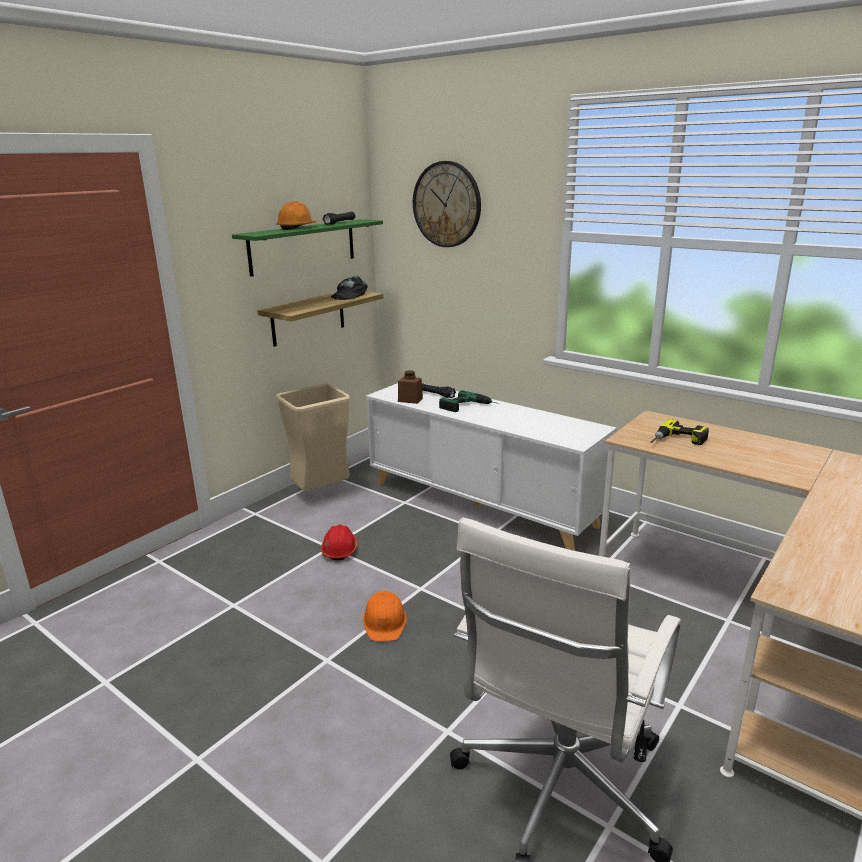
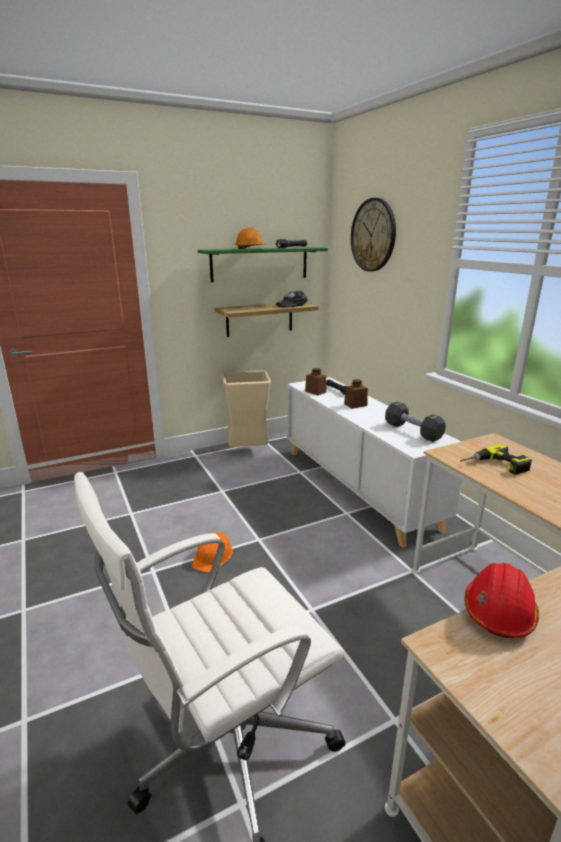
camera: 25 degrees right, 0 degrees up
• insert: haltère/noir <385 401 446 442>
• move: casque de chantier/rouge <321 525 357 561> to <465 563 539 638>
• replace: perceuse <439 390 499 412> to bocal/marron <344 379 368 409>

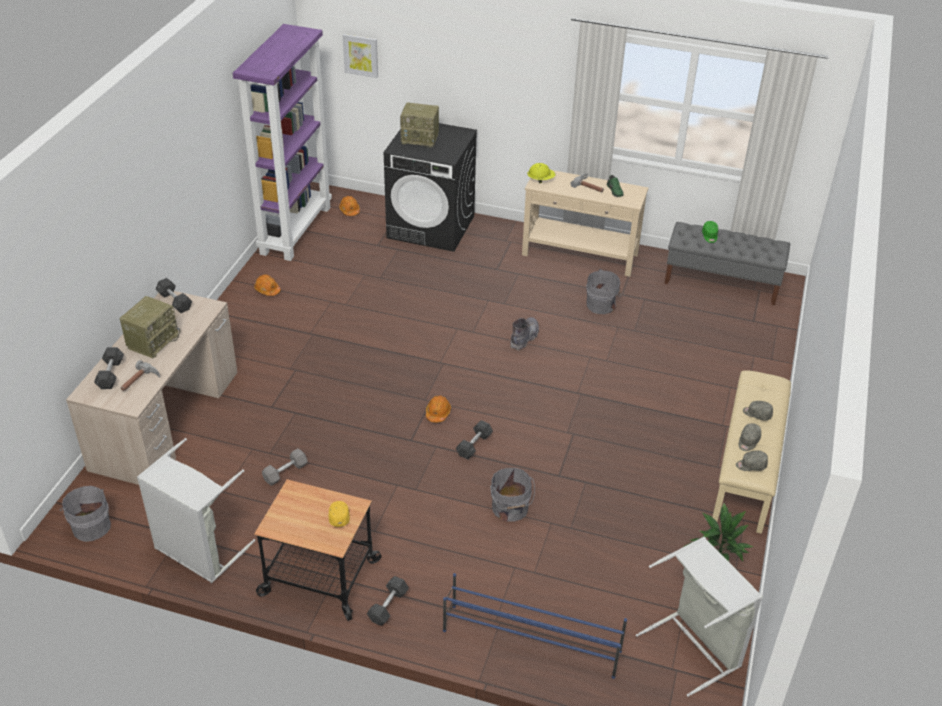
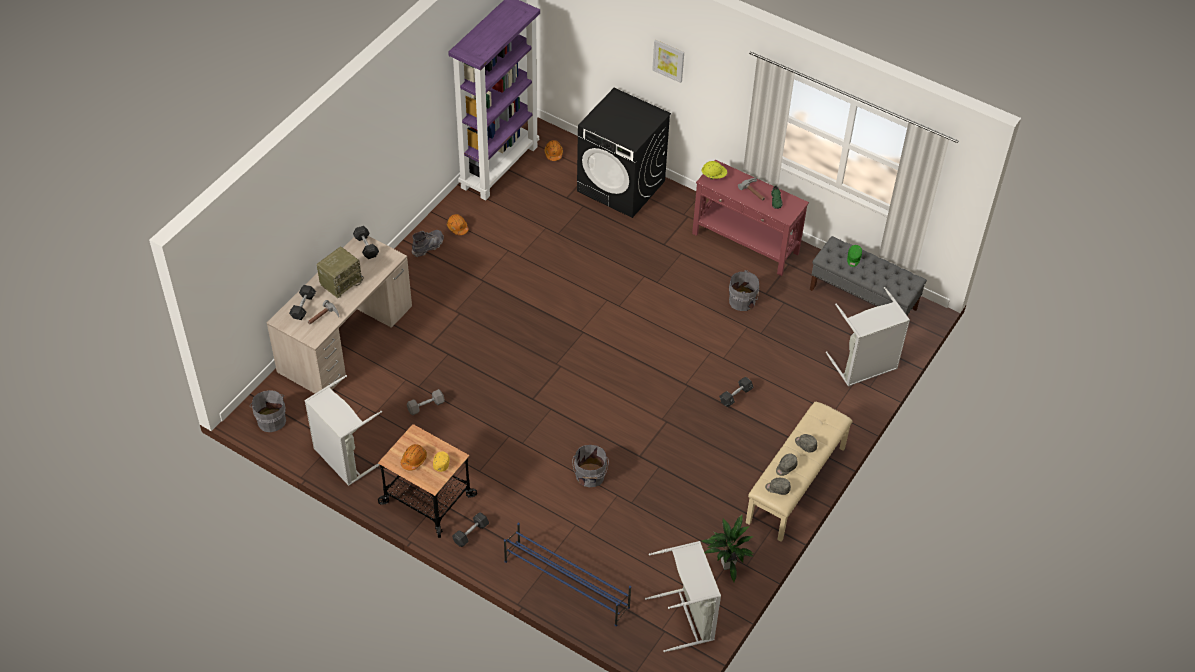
camera: 15 degrees right, 10 degrees up
• delete: radio <400 102 439 148>
• insert: panier à linge/gris <826 287 910 387>
• move: tableau <343 34 378 78> to <652 40 684 83>
• move: casque de chantier/orange <426 395 451 423> to <401 444 427 471>
• move: haltère/gris <456 420 493 459> to <719 377 754 407>
• move: botte/gris <510 317 539 350> to <412 230 444 257>
• recolor: table console/beige <522 170 649 277> to table console/rouge <692 160 809 276>

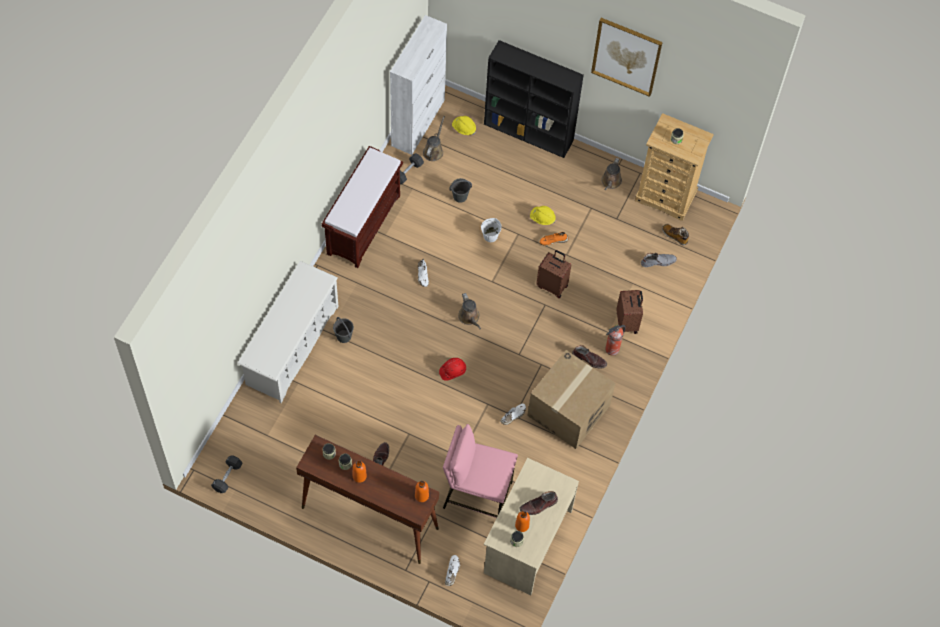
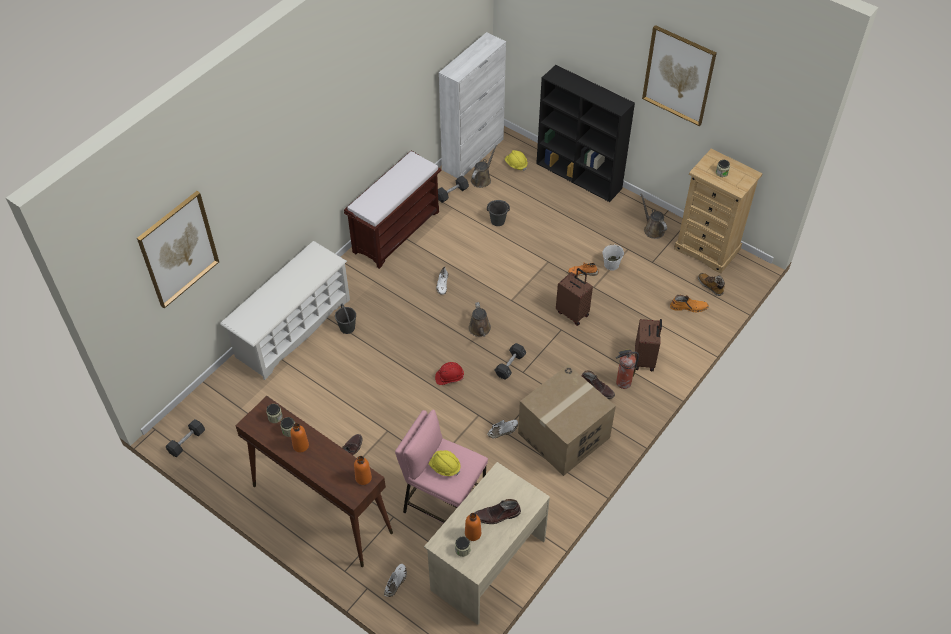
camera: 15 degrees right, 10 degrees down
• insert: tableau <137 191 219 309>
• insert: haltère/noir <495 343 527 379>
• move: seau/blanc <481 218 502 242> to <602 244 624 271>
• move: casque de chantier/jaune <530 206 556 225> to <428 450 461 476>
• recolor: botte/gris <641 253 677 267> to botte/orange <670 295 709 312>
• rotate: arrosoir/marron <601 158 622 190> = <641 193 667 239> 120 degrees clockwise

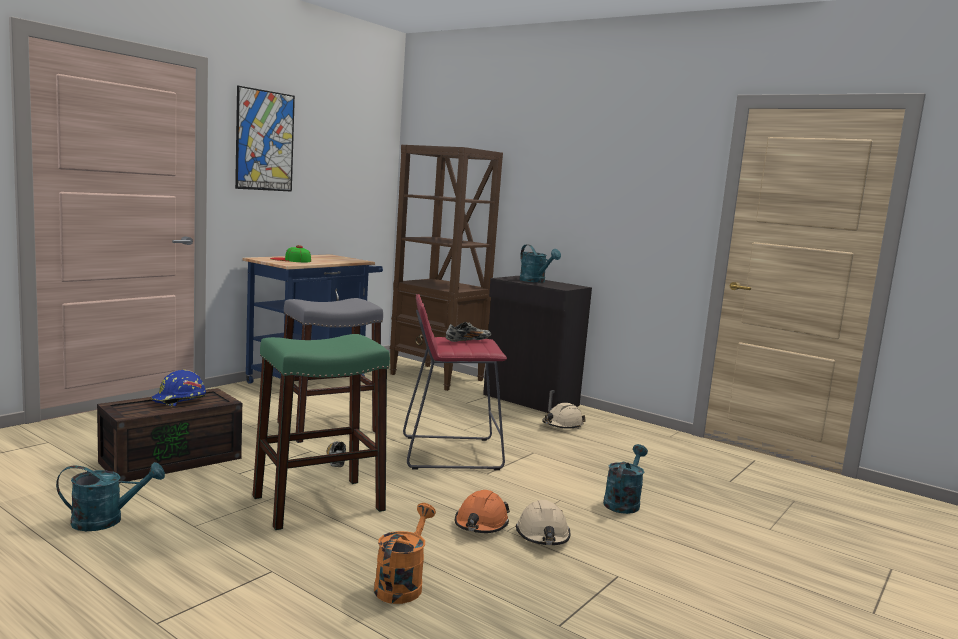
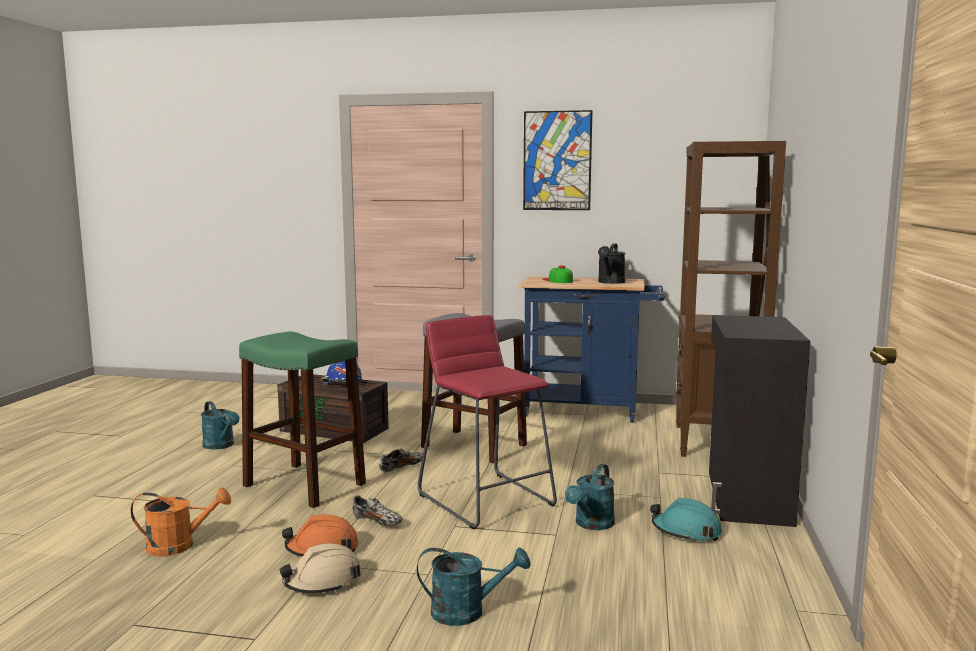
camera: 65 degrees right, 0 degrees up
• insert: arrosoir/noir <598 244 626 284>
• move: chaussure <446 322 491 342> to <352 495 402 526>
• move: arrosoir/turquoise <519 245 561 283> to <565 464 615 530>
• recolor: casque de chantier/beige <542 403 586 428> to casque de chantier/turquoise <650 498 722 542>

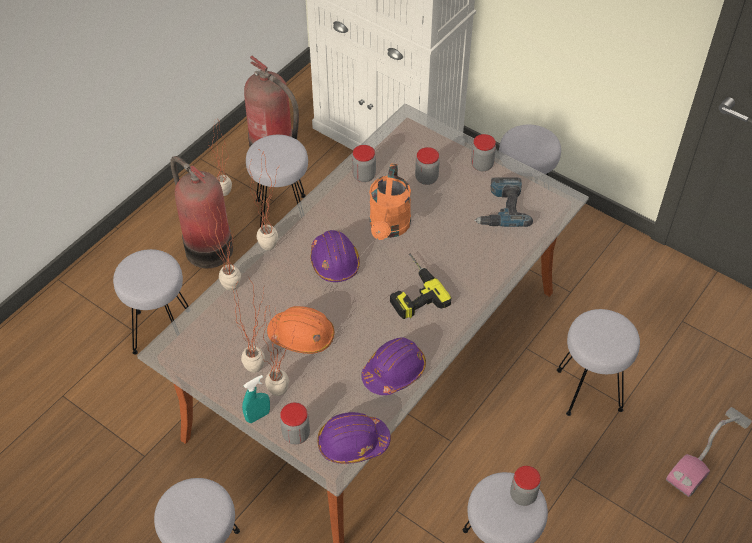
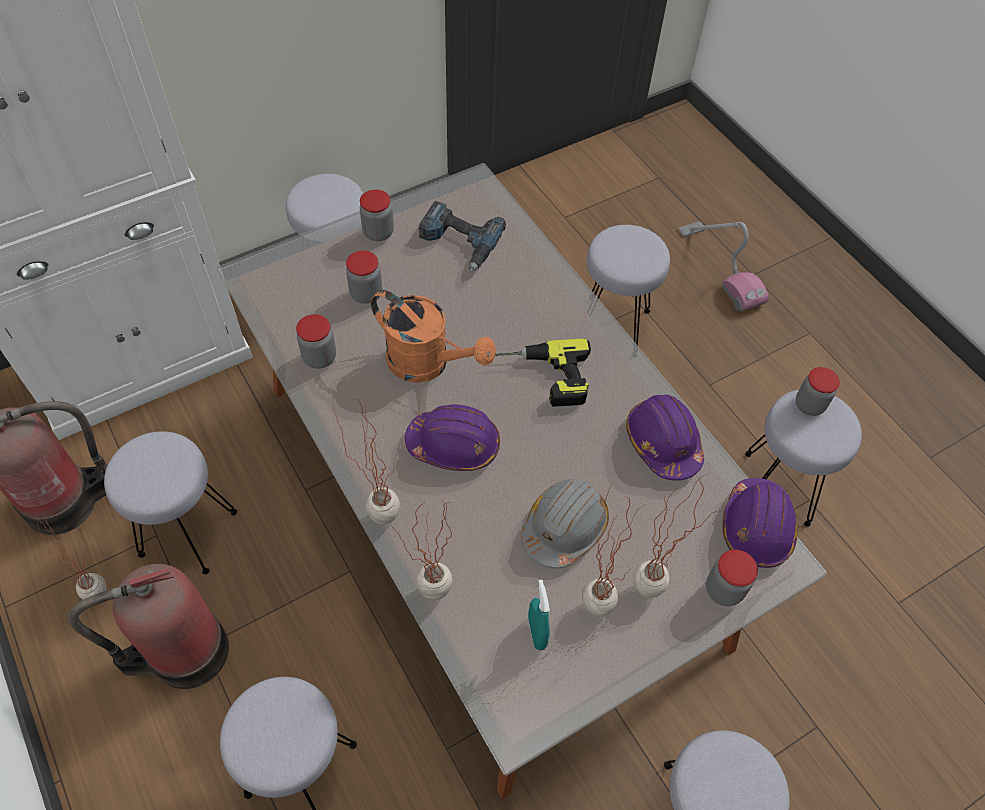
camera: 70 degrees left, 5 degrees up
• move: vaporisateur/turquoise <242 375 270 423> to <528 580 550 650>
• recolor: casque de chantier/orange <267 306 335 354> to casque de chantier/gris <521 479 609 569>

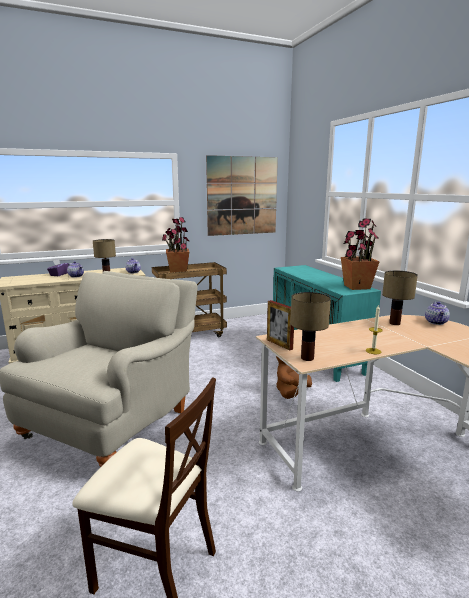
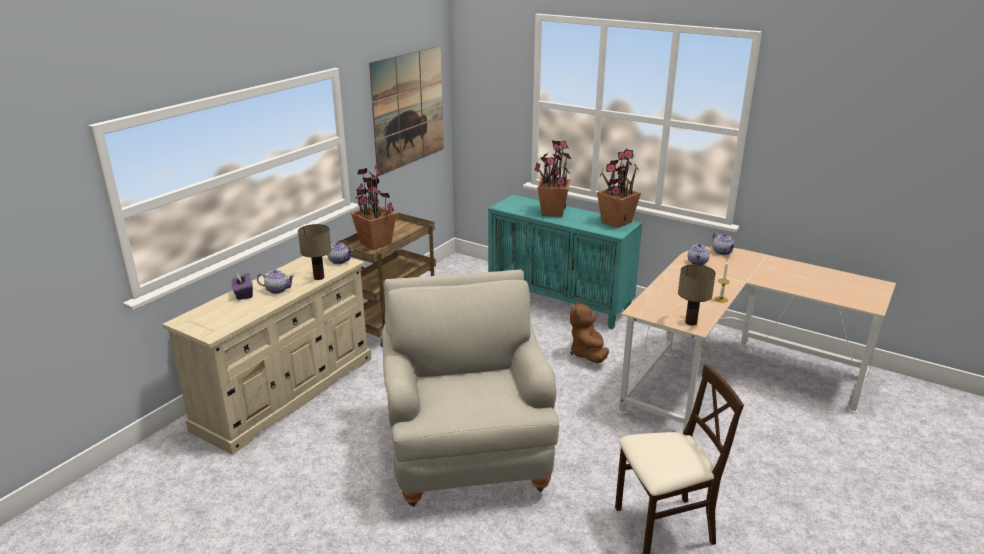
camera: 35 degrees left, 10 degrees up
• delete: cadre photo <267 300 294 350>
• insert: plante en pot <535 140 571 217>
• replace: lampe de table <382 270 418 325> to théière <688 242 710 265>

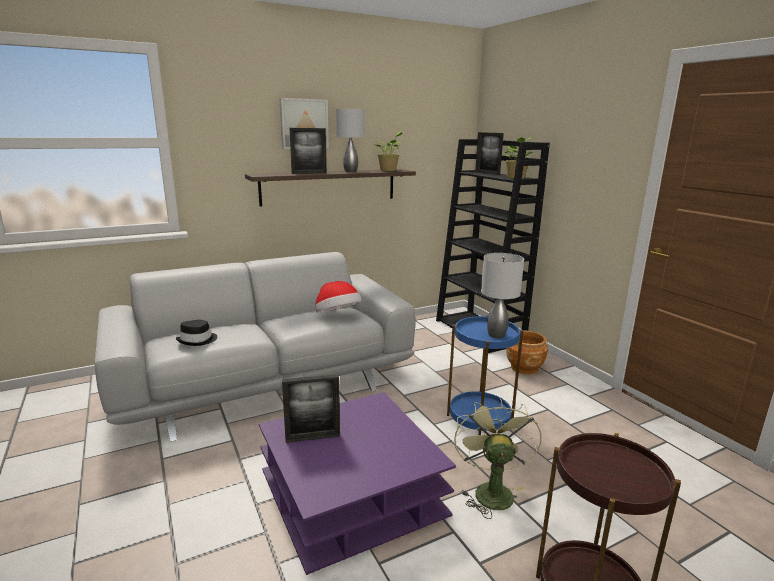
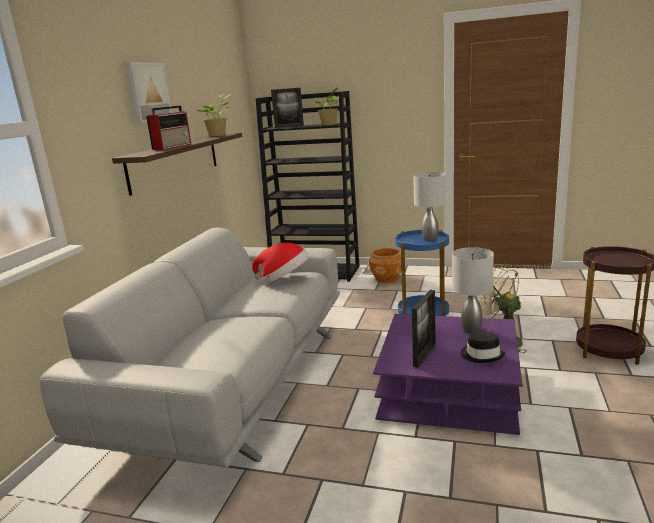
camera: 45 degrees left, 0 degrees up
• move: chapeau/noir <176 320 217 346> to <461 331 505 363>
• move: lampe de table/gris <336 108 365 172> to <452 247 494 334>
• replace: cadre photo <290 128 327 174> to radio <146 105 191 150>

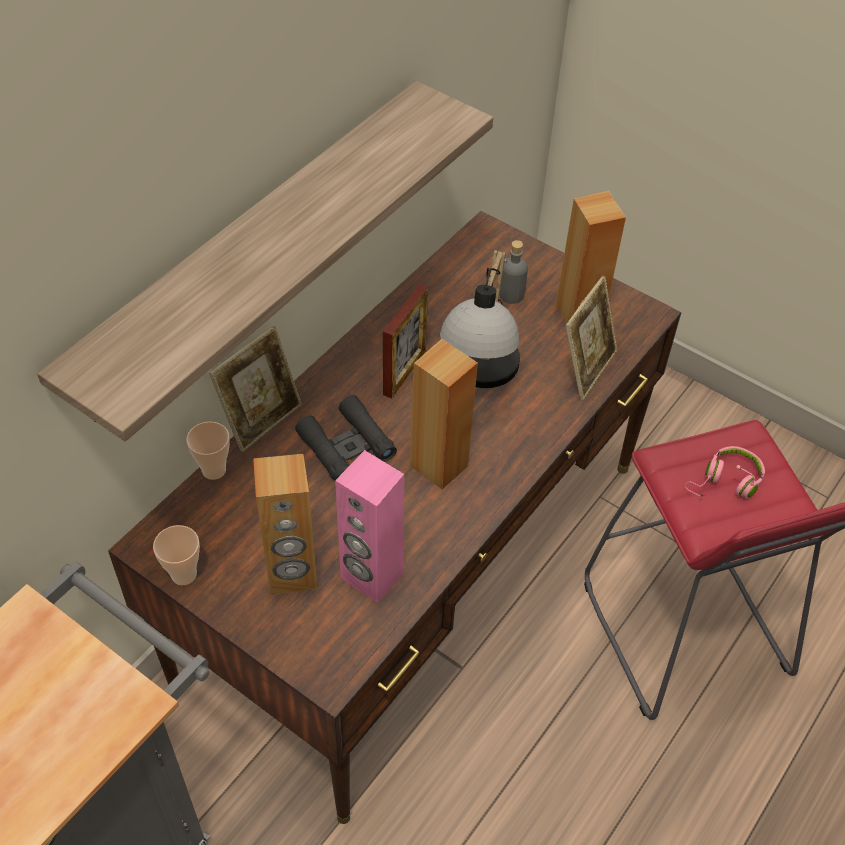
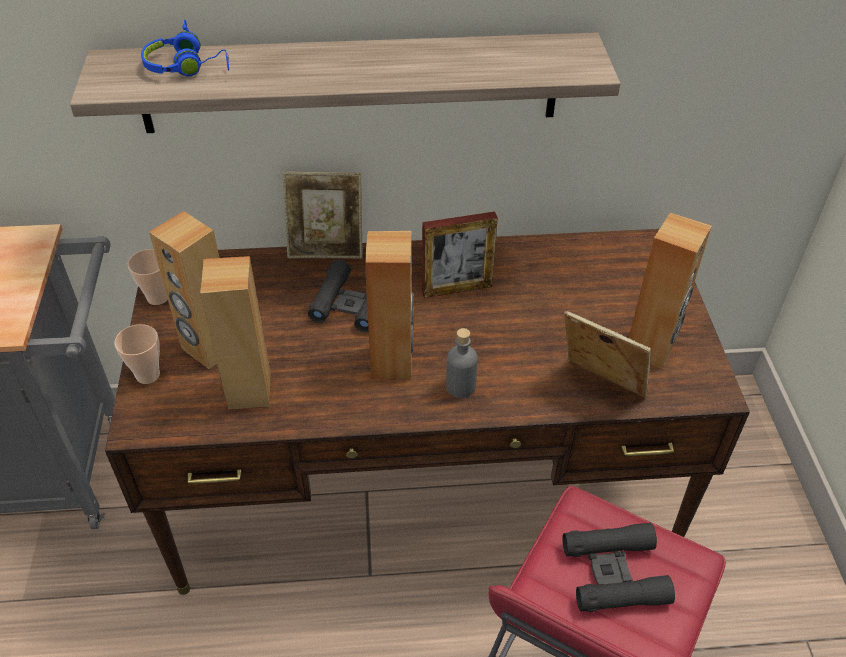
camera: 50 degrees right, 5 degrees down
• delete: lampe de table <440 250 520 388>
• insert: casque audio/bleu <141 20 229 77>
• move: tasse <186 422 230 480> to <114 324 160 384>
• move: bouteille/gris <499 240 528 304> to <446 328 478 398>
• replace: casque audio/rose <685 446 765 498> to jumelles/noir <562 522 675 612>
• recolor: enceinte/rose <335 450 404 603> to enceinte/marron <200 256 270 410>
• rotate: cadre photo <565 276 617 400> = <564 311 651 398> 135 degrees counterclockwise

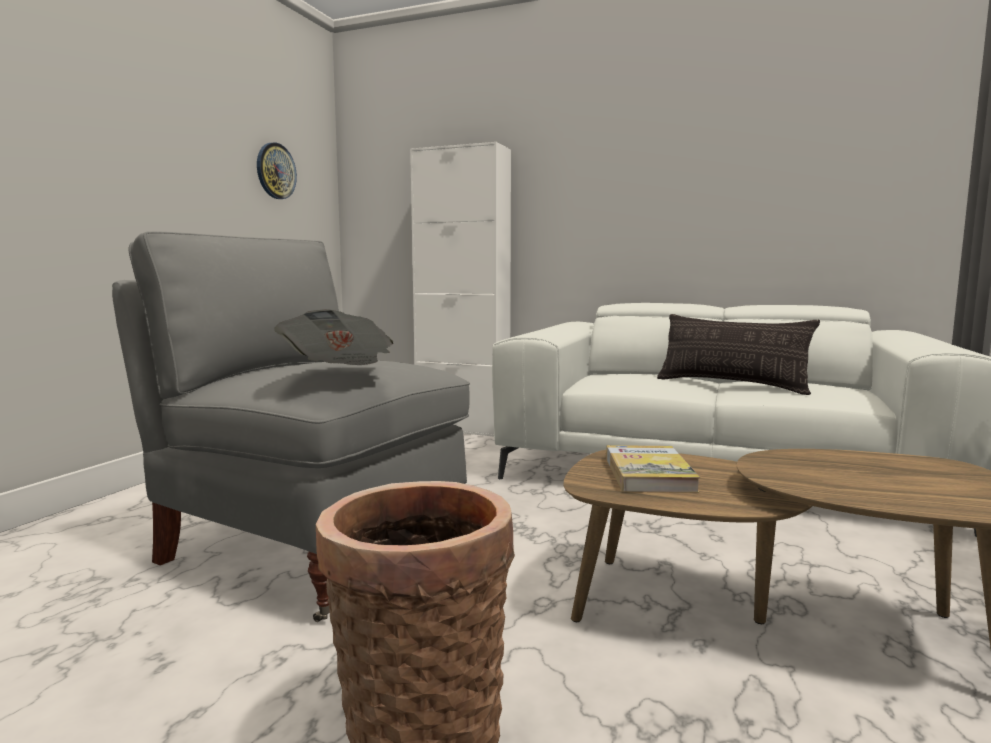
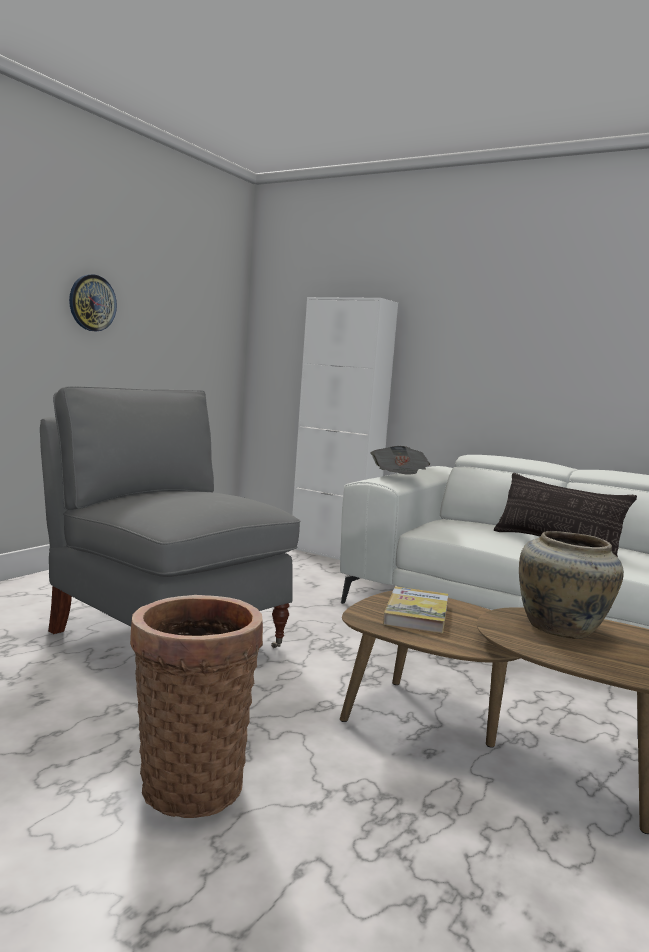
camera: 10 degrees right, 0 degrees up
• insert: vase/beige <519 531 624 639>
• move: horloge murale <257 142 297 199> to <69 274 117 331>
• move: journal <274 309 393 365> to <370 446 430 475>

